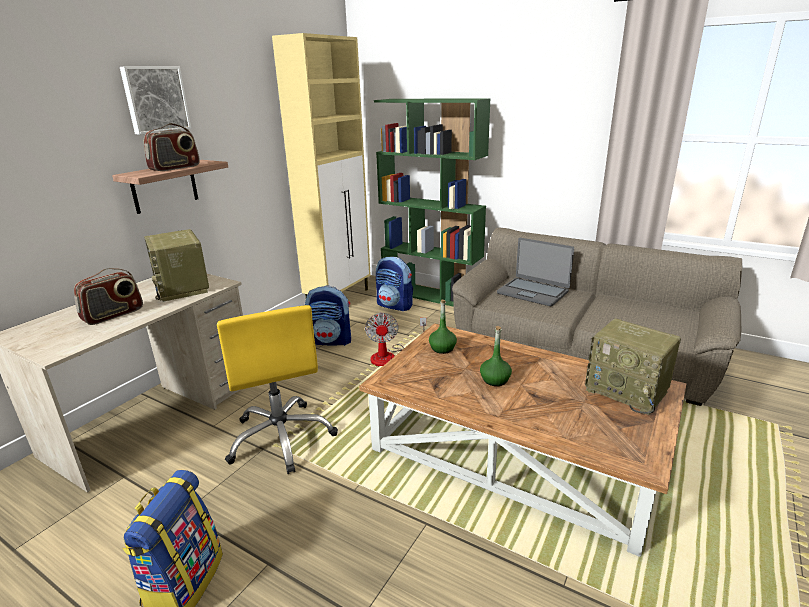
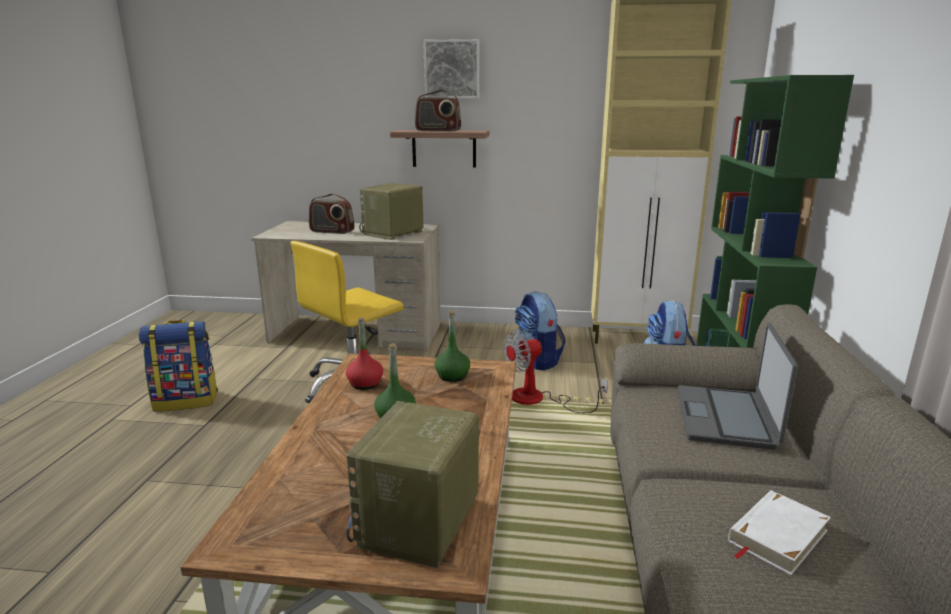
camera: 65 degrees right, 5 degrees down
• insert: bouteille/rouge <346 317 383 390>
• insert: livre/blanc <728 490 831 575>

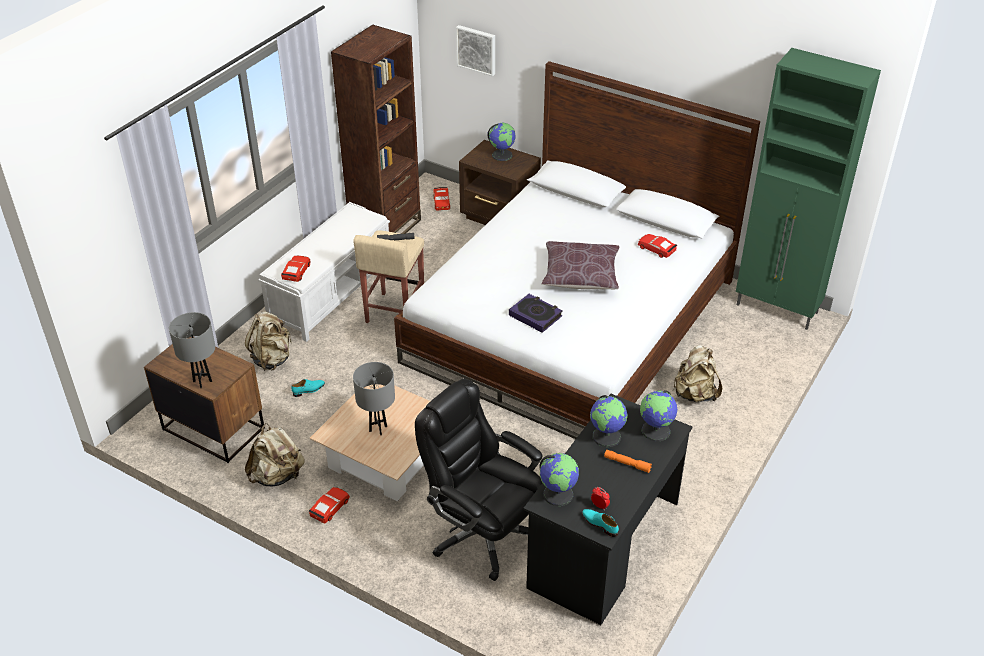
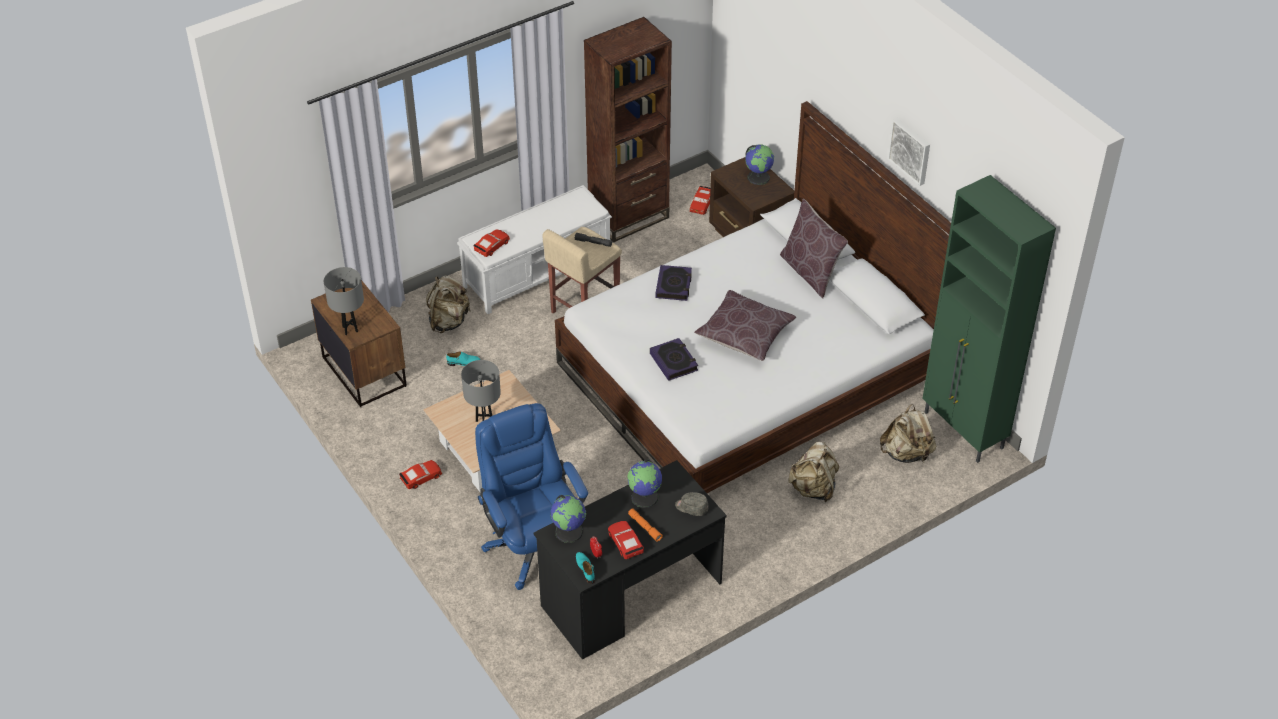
camera: 25 degrees right, 5 degrees up
• insert: livre <656 265 692 301>
• insert: coussin/marron <780 199 848 298>
• move: sac à dos/beige <245 423 305 487> to <880 404 936 463>
• move: tableau <456 25 495 77> to <888 118 930 186>
• move: petite voiture/rouge <638 234 677 258> to <608 521 644 559>
• replace: globe <640 390 677 441> to casquette/gris <675 492 709 516>
• recolor: chaise de bureau/noir <415 378 542 581> to chaise de bureau/bleu <475 403 588 590>

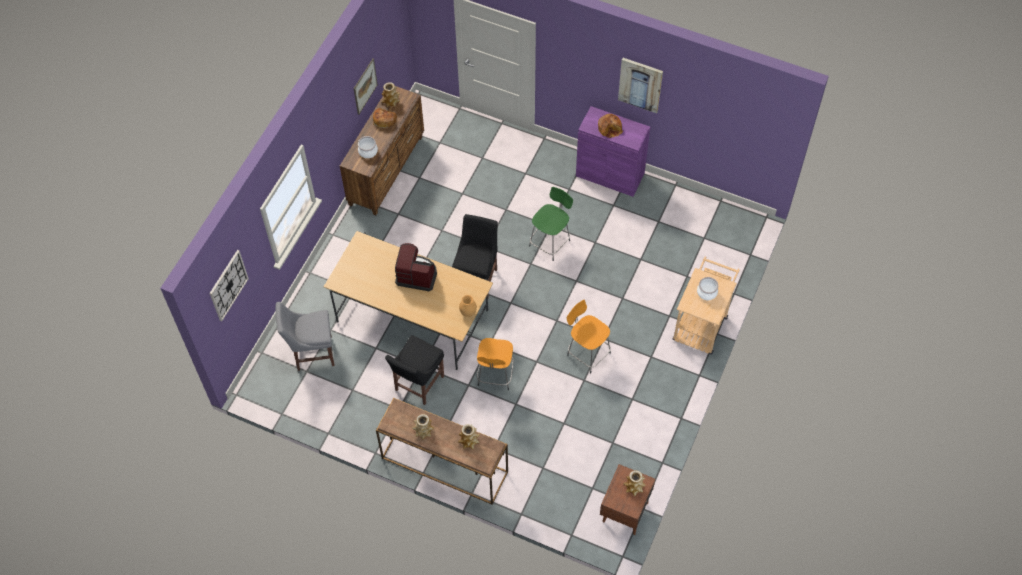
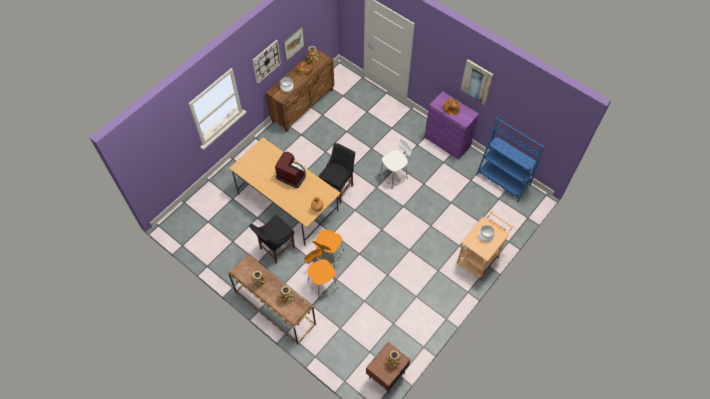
camera: 15 degrees right, 0 degrees up
• delete: chaise/gris <276 302 335 371>
• insert: bibliothèque/bleu <476 117 545 202>
• move: horloge murale <210 250 249 321> to <252 40 281 84>
• move: tabouret/orange <567 300 611 374> to <304 248 338 300>
• recolor: tabouret/vert <529 187 573 261> to tabouret/blanc <379 139 412 187>

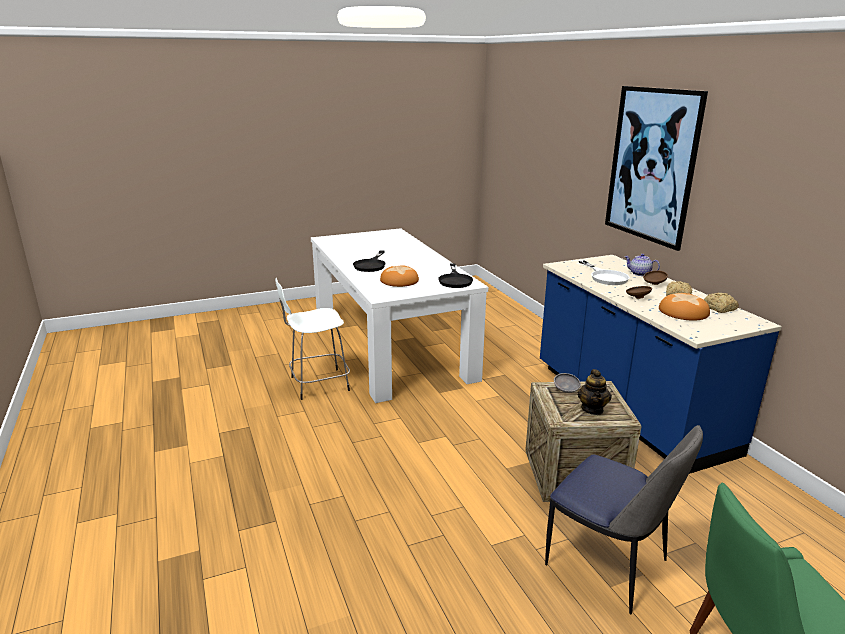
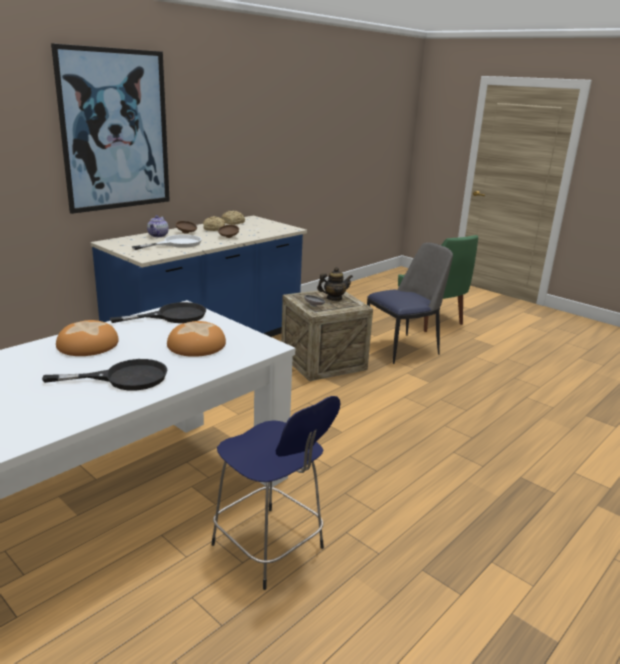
camera: 115 degrees left, 0 degrees up
• move: pain <659 293 710 320> to <56 320 119 356>
• recolor: tabouret/blanc <275 278 350 400> to tabouret/bleu <211 396 340 590>
• rotate: chaise <545 425 703 614> = <367 242 453 364> 45 degrees clockwise

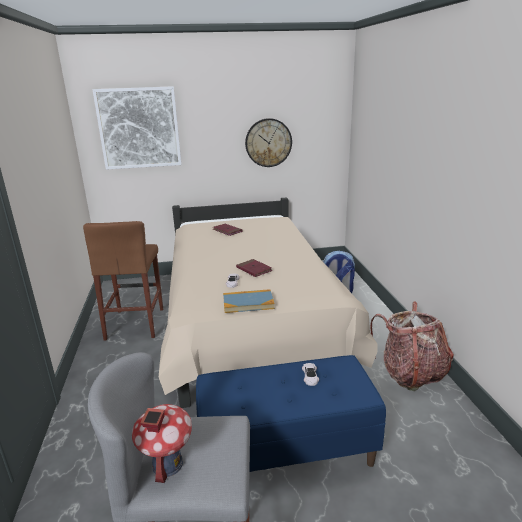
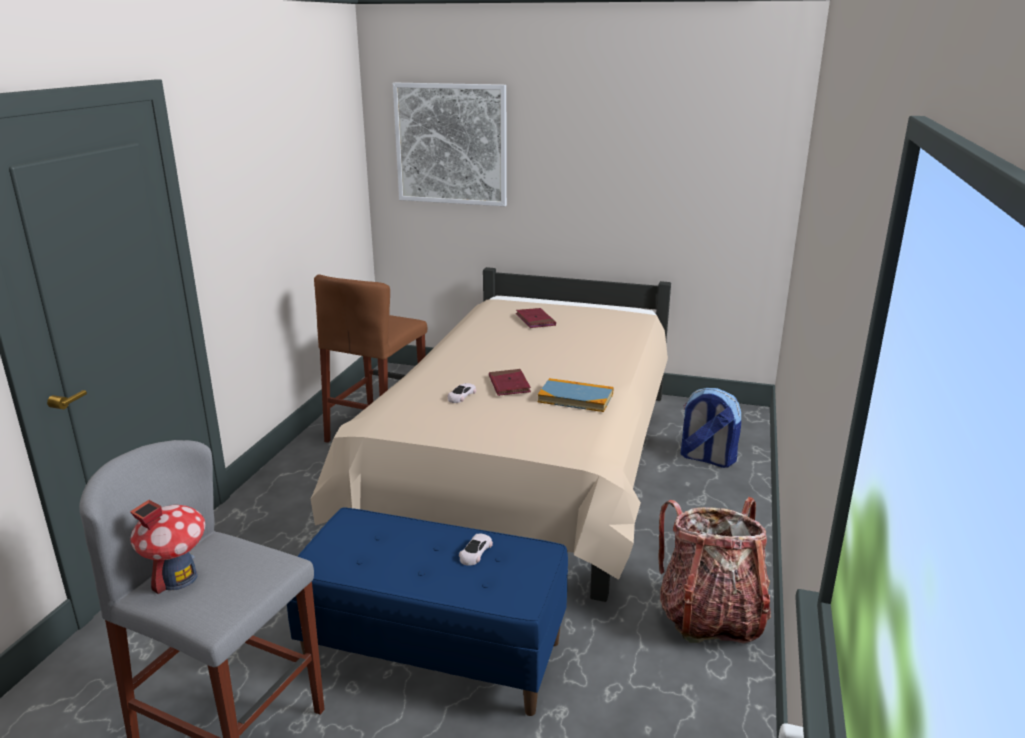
camera: 25 degrees right, 0 degrees up
• delete: horloge murale <245 118 292 167>
• move: livre <223 289 275 313> to <537 378 613 412>

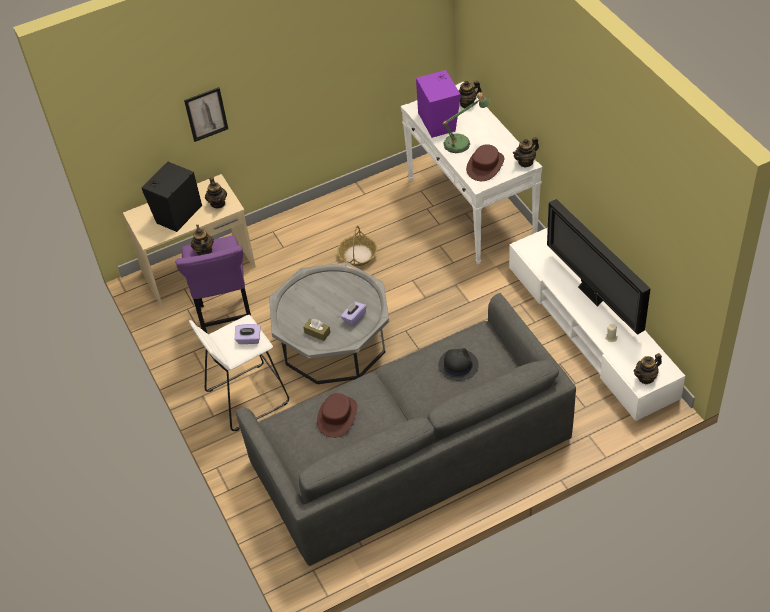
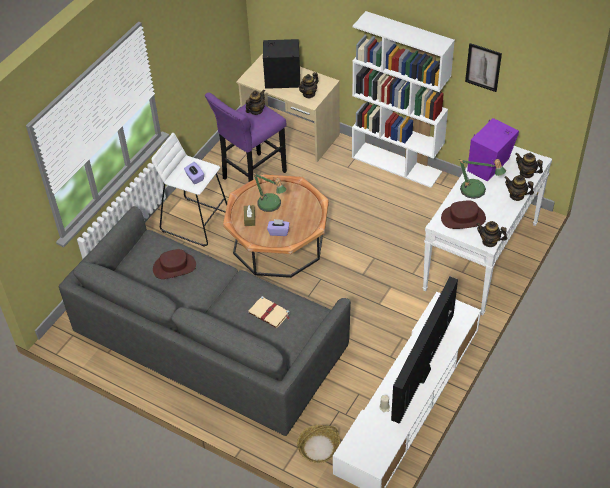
camera: 55 degrees right, 0 degrees up
• insert: lampe de table <254 173 286 212>
• insert: bibliothèque/blanc <352 11 455 188>
• move: tableau <184 87 228 142> to <465 43 502 92>
• move: panier <337 226 377 266> to <297 425 340 463>
• move: théière <633 353 662 384> to <504 175 534 201>
• replace: chapeau/noir <438 348 478 381> to livre/beige <248 296 290 328>
• recolor: table basse/gris <269 262 389 384> to table basse/marron <223 175 329 278>

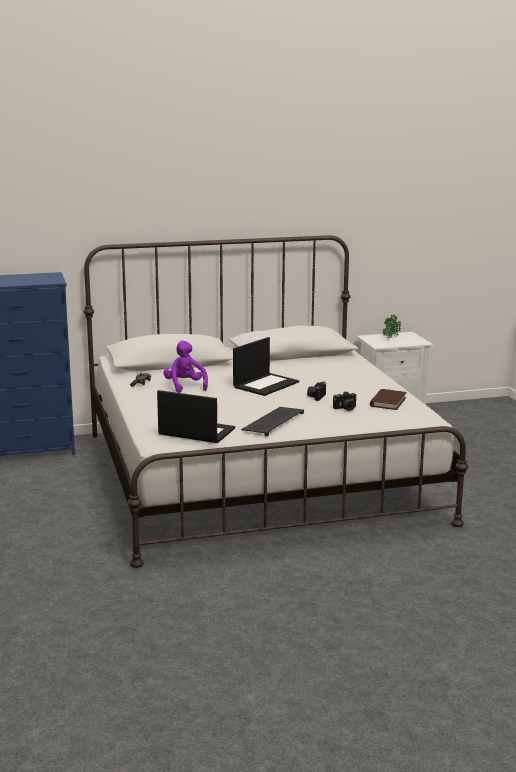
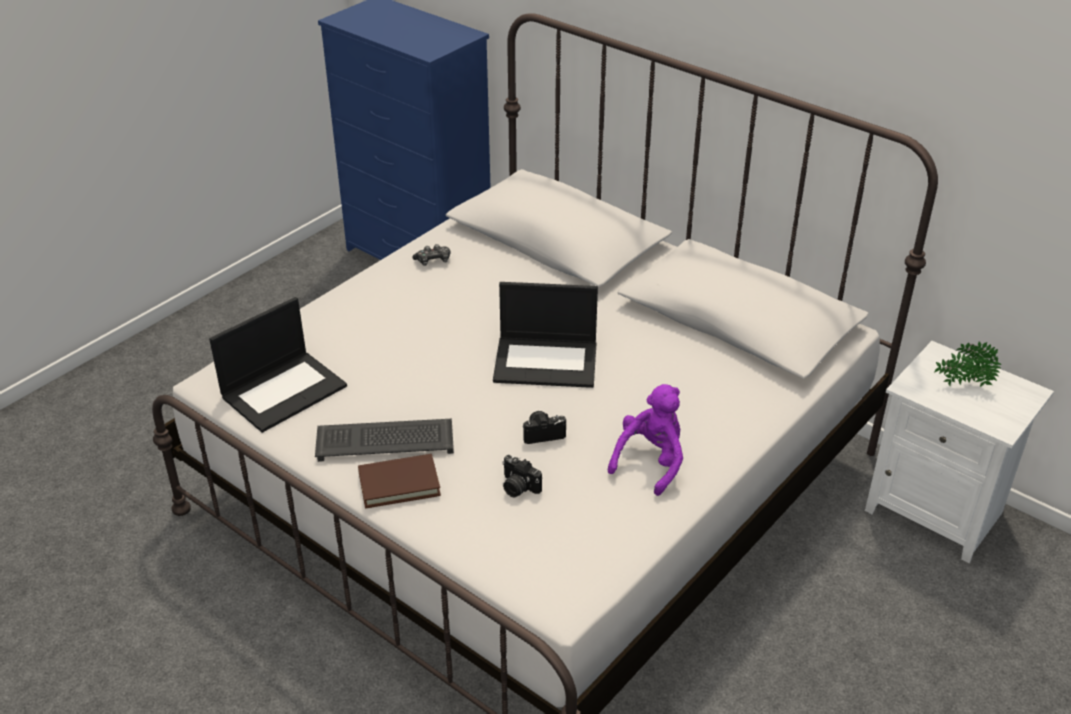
camera: 55 degrees right, 20 degrees up
• move: peluche/violet <163 341 208 393> to <608 384 683 496>
• move: livre/marron <370 389 407 410> to <358 454 441 508>
• rotate: ordinateur portable <157 390 235 443> = <209 297 347 433> 60 degrees clockwise

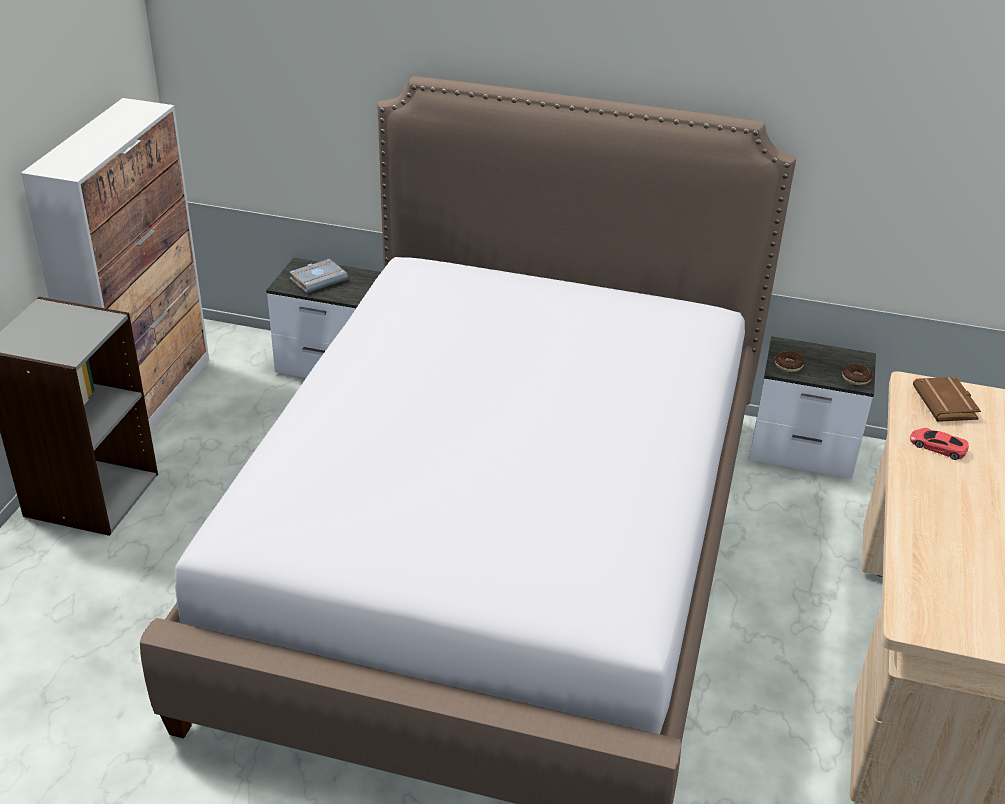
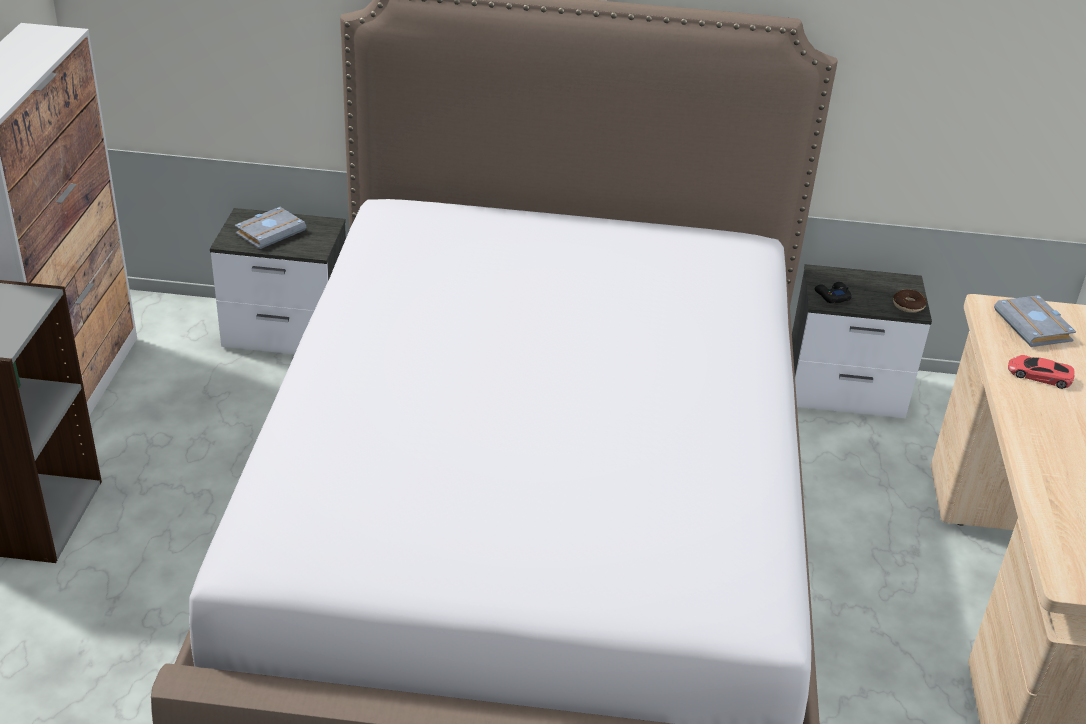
camera: 10 degrees left, 0 degrees up
• replace: beignet <775 351 804 372> to manette/noir <815 282 852 303>
• recolor: livre/marron <913 377 981 422> to livre/gris <994 295 1076 347>

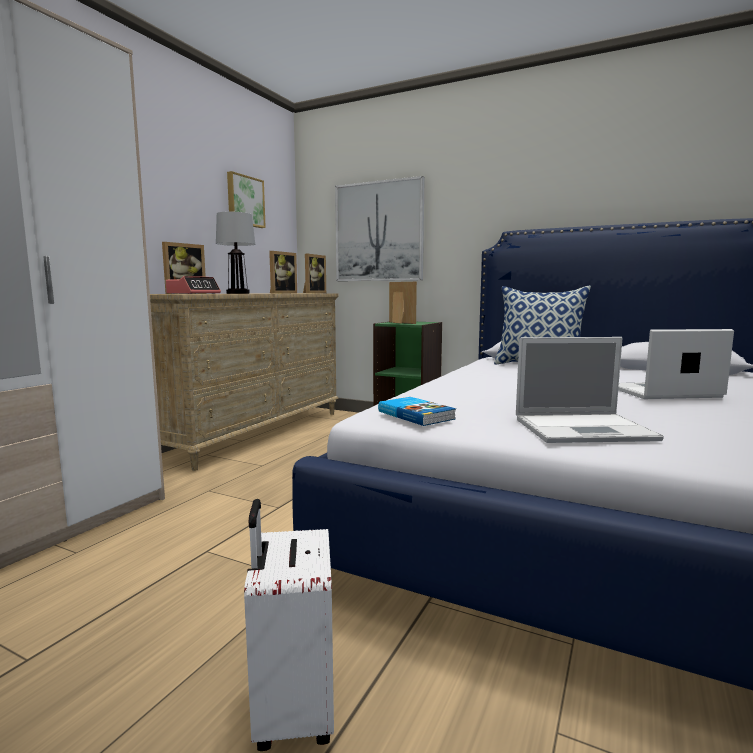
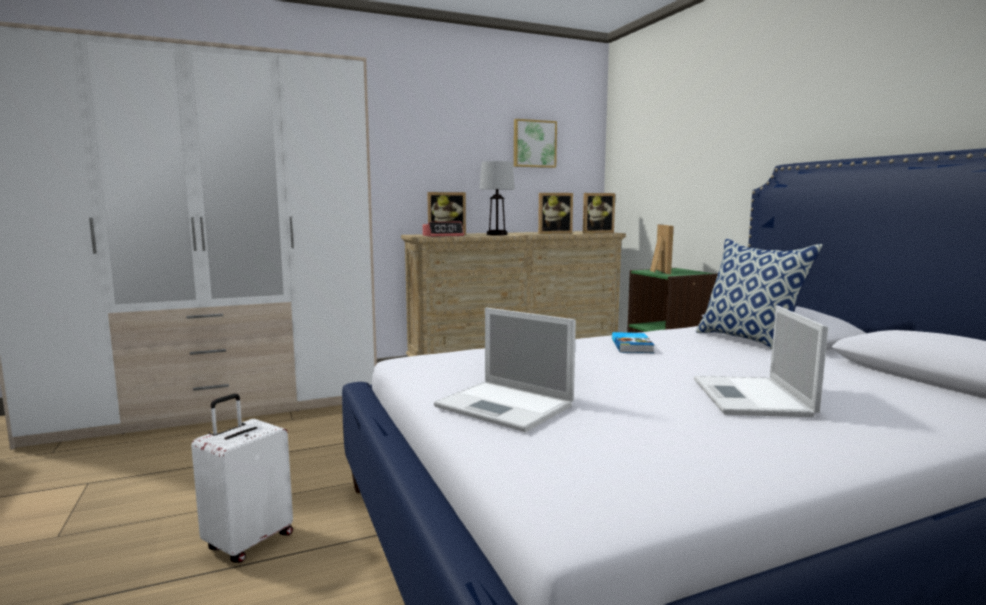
camera: 40 degrees right, 0 degrees up
• delete: tableau <335 176 425 281>
• move: livre <378 397 456 426> to <612 332 654 353>
• rotate: ordinateur portable <618 329 734 399> = <694 305 828 417> 120 degrees counterclockwise

